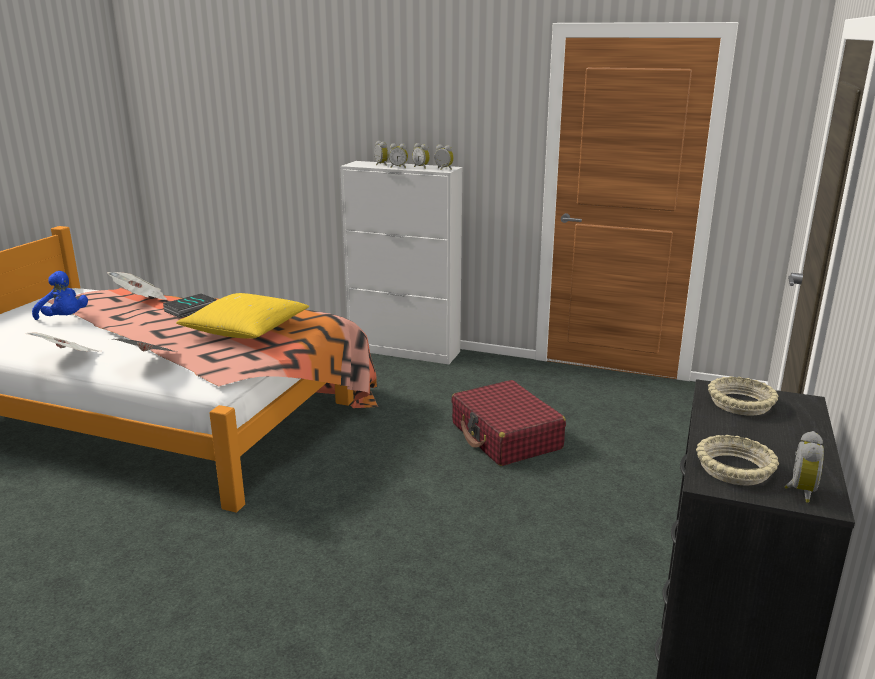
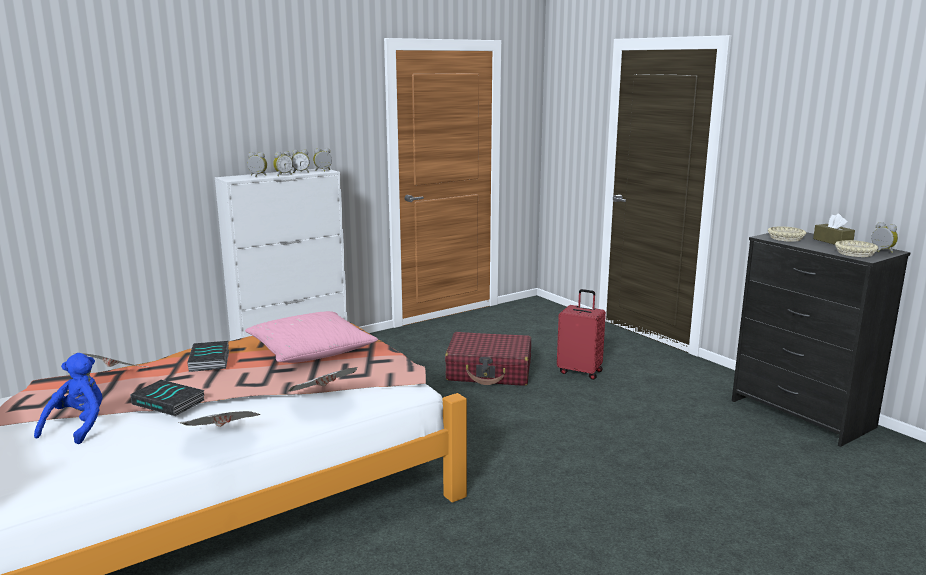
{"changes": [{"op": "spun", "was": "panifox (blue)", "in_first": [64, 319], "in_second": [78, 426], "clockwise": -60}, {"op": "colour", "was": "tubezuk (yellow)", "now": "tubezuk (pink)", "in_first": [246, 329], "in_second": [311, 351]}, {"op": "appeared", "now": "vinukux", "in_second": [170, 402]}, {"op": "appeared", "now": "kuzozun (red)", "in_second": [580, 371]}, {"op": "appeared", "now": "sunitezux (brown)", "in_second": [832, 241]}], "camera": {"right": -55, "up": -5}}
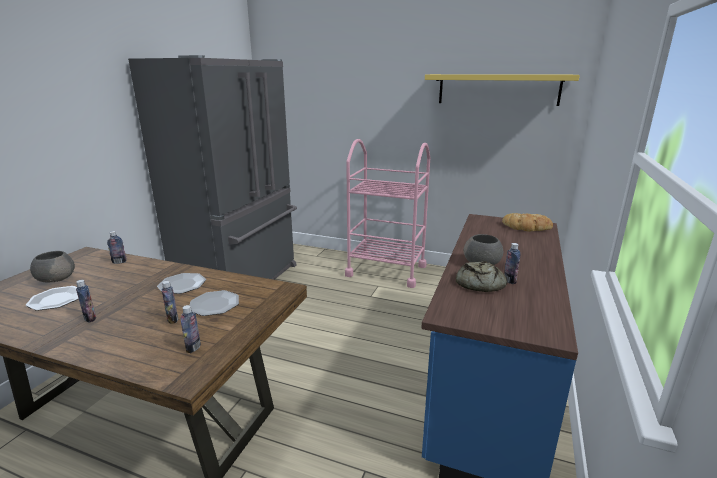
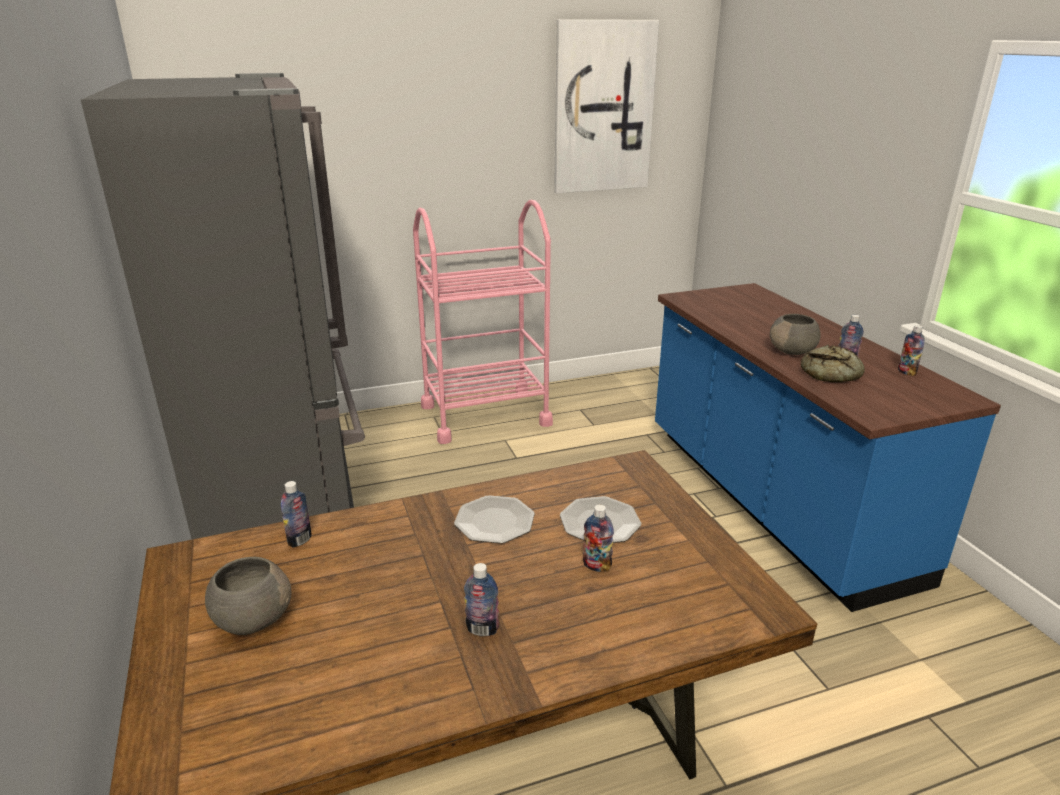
{"changes": [{"op": "missing", "was": "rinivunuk", "in_first": [56, 299]}, {"op": "relocated", "was": "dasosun", "in_first": [193, 348], "in_second": [906, 372]}, {"op": "exchanged", "was": "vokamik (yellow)", "now": "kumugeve", "in_first": [498, 89], "in_second": [603, 108]}, {"op": "missing", "was": "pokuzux", "in_first": [527, 227]}], "camera": {"right": -40, "up": 5}}
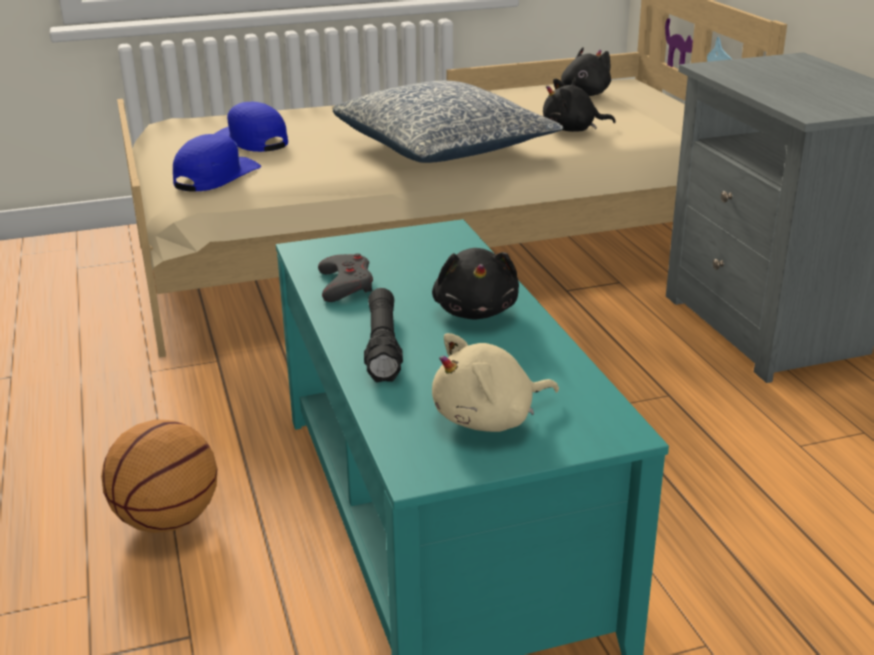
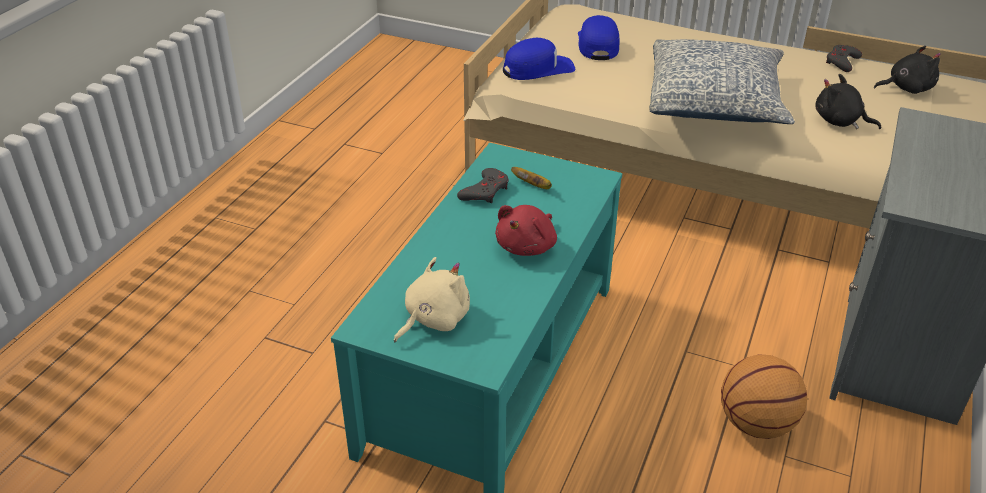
{"changes": [{"op": "relocated", "was": "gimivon", "in_first": [167, 521], "in_second": [756, 424]}, {"op": "missing", "was": "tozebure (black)", "in_first": [383, 346]}, {"op": "colour", "was": "panifox (black)", "now": "panifox (red)", "in_first": [476, 311], "in_second": [527, 246]}, {"op": "spun", "was": "panifox (beige)", "in_first": [489, 419], "in_second": [433, 319], "clockwise": 120}, {"op": "appeared", "now": "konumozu", "in_second": [533, 185]}, {"op": "appeared", "now": "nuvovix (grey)", "in_second": [842, 62]}], "camera": {"right": 40, "up": 10}}
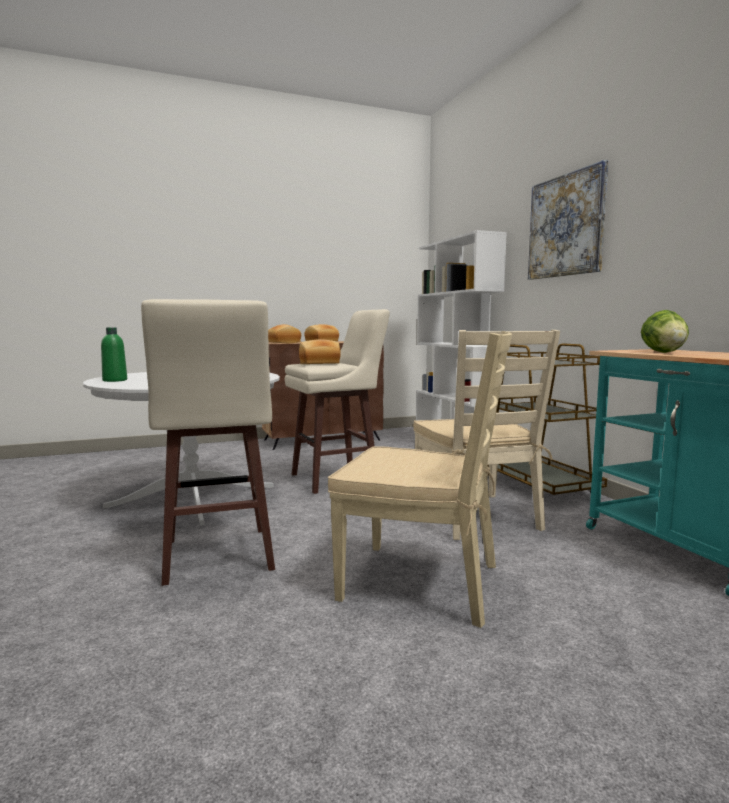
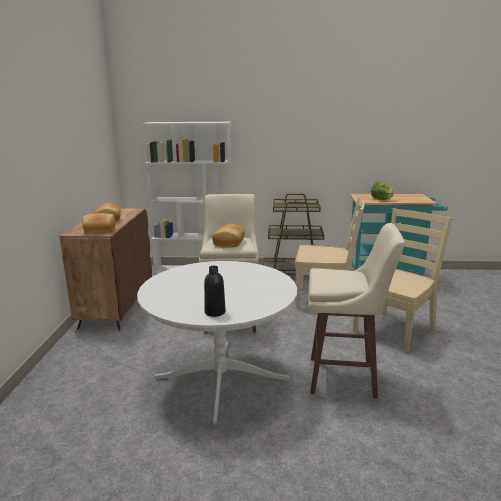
{"changes": [{"op": "colour", "was": "dasosun (green)", "now": "dasosun (black)", "in_first": [115, 380], "in_second": [215, 312]}, {"op": "missing", "was": "kumugeve", "in_first": [566, 226]}], "camera": {"right": -65, "up": 10}}
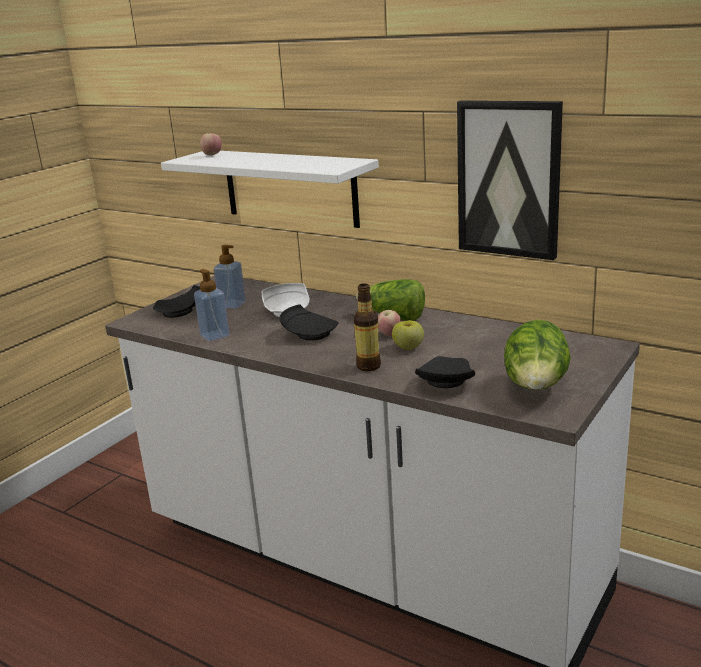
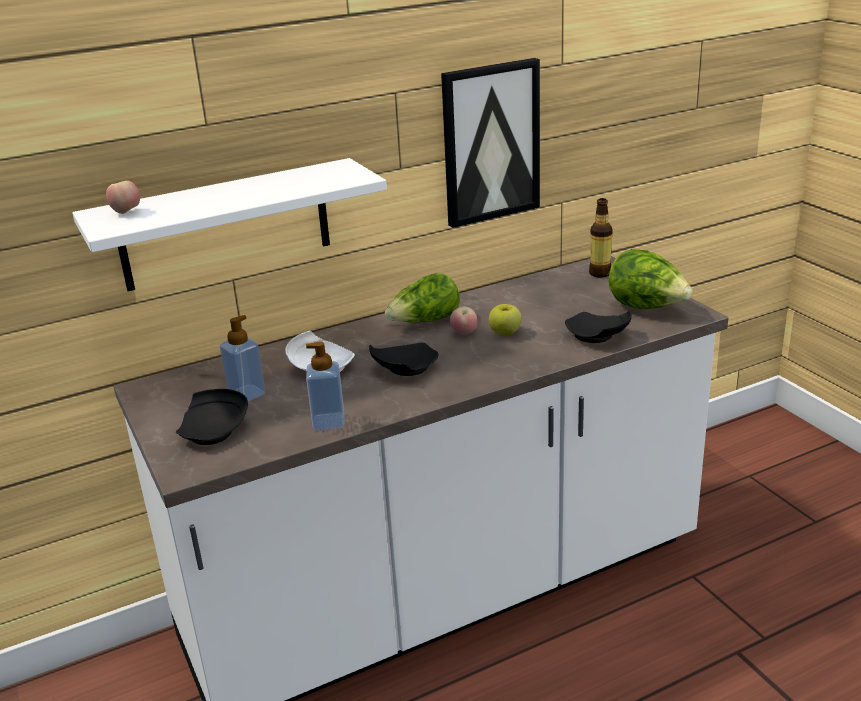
{"changes": [{"op": "relocated", "was": "dasosun", "in_first": [368, 366], "in_second": [600, 273]}], "camera": {"right": -60, "up": 5}}
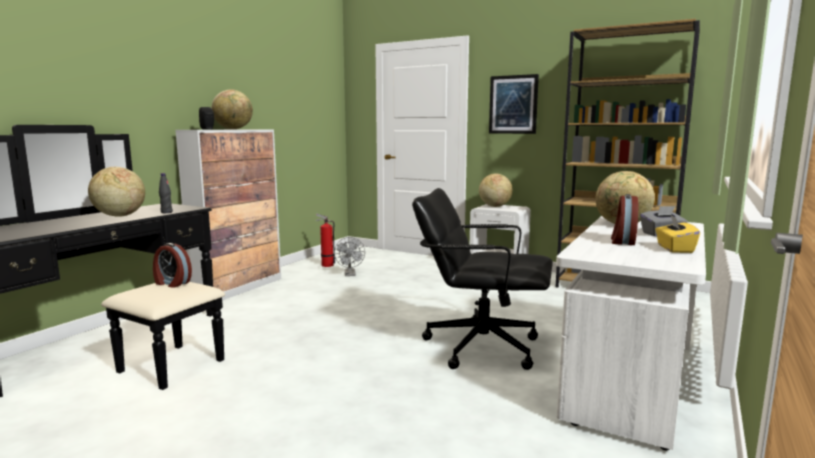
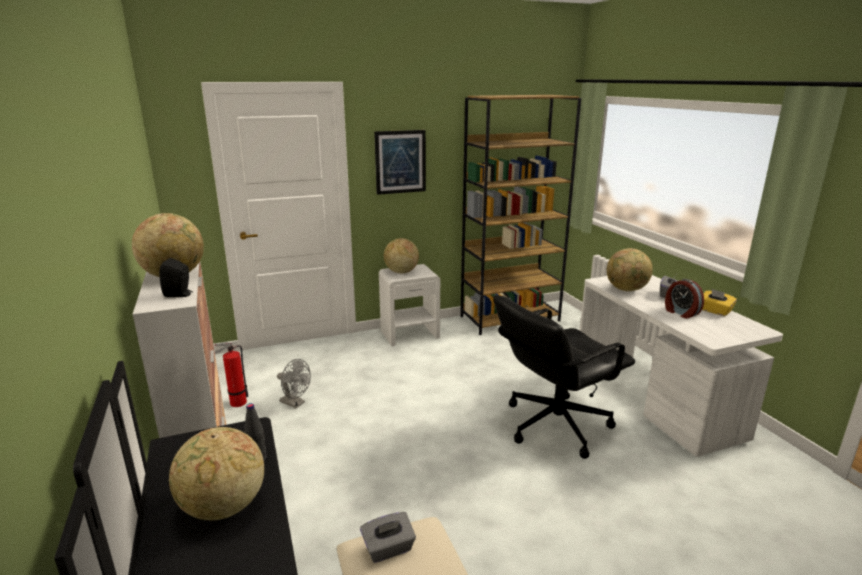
{"changes": [{"op": "exchanged", "was": "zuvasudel", "now": "sunitezux (grey)", "in_first": [172, 283], "in_second": [388, 549]}], "camera": {"right": -50, "up": 10}}
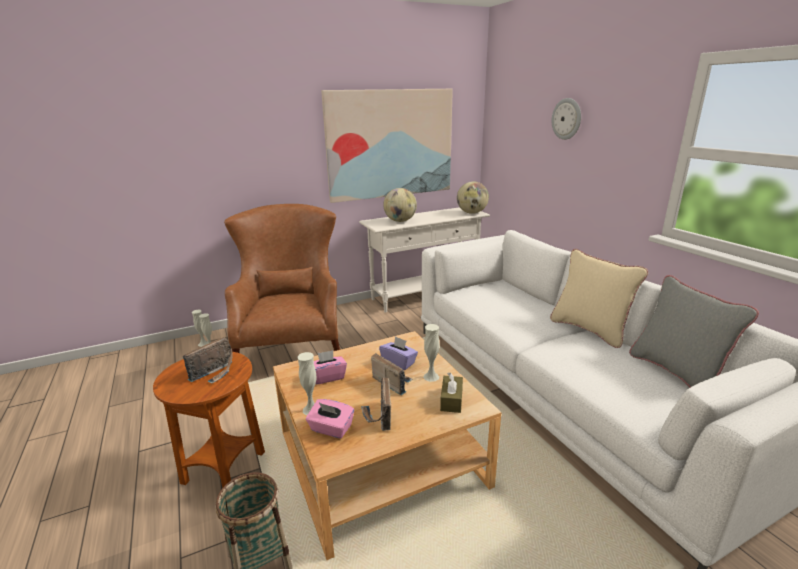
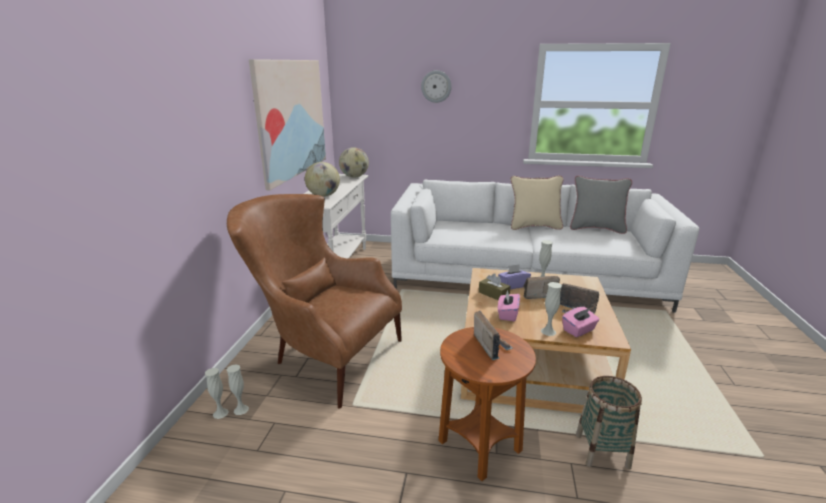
{"changes": [{"op": "relocated", "was": "sunitezux (brown)", "in_first": [451, 400], "in_second": [493, 294]}], "camera": {"right": -55, "up": 0}}
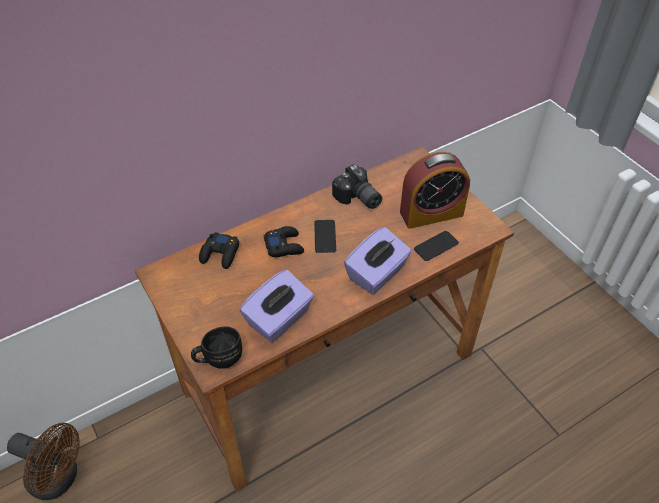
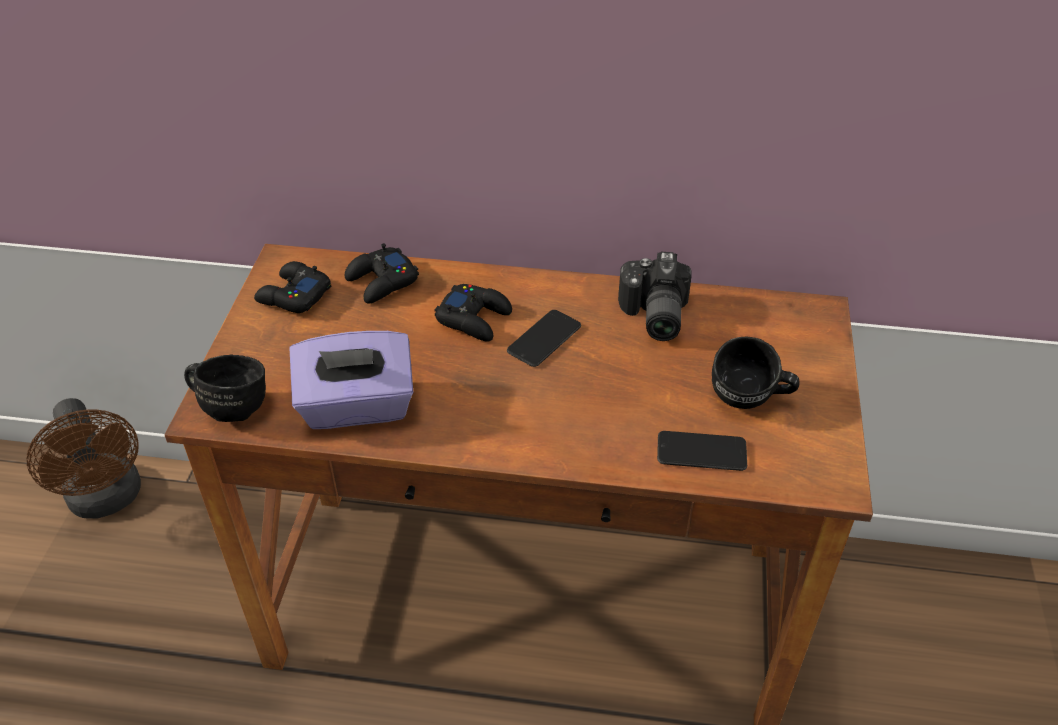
{"changes": [{"op": "missing", "was": "sunitezux (purple)", "in_first": [377, 274]}, {"op": "exchanged", "was": "zuvasudel", "now": "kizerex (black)", "in_first": [431, 213], "in_second": [749, 400]}, {"op": "appeared", "now": "nuvovix (black)", "in_second": [293, 295]}], "camera": {"right": 40, "up": -5}}
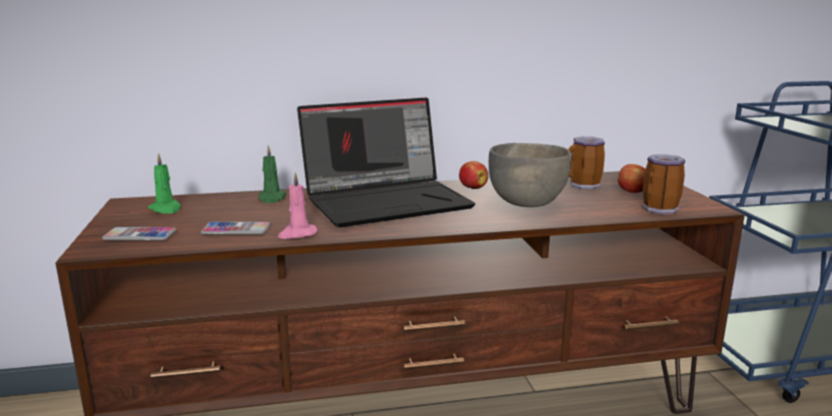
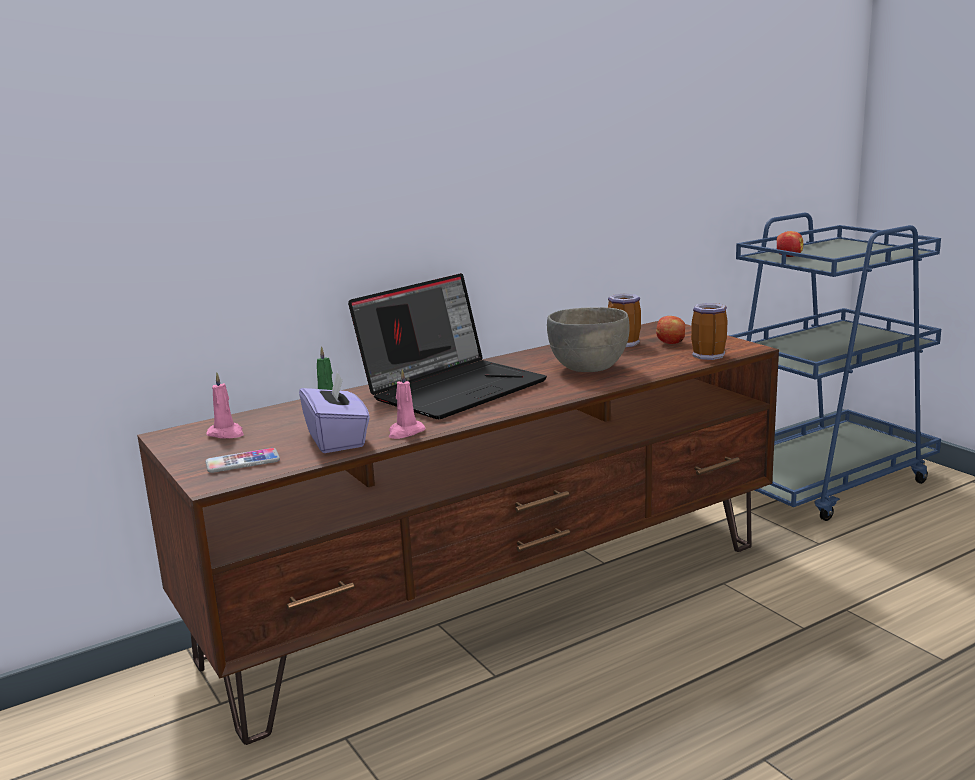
{"changes": [{"op": "colour", "was": "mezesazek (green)", "now": "mezesazek (pink)", "in_first": [166, 209], "in_second": [226, 434]}, {"op": "exchanged", "was": "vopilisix", "now": "sunitezux (purple)", "in_first": [236, 230], "in_second": [337, 439]}, {"op": "relocated", "was": "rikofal", "in_first": [472, 188], "in_second": [788, 256]}], "camera": {"right": -20, "up": 0}}
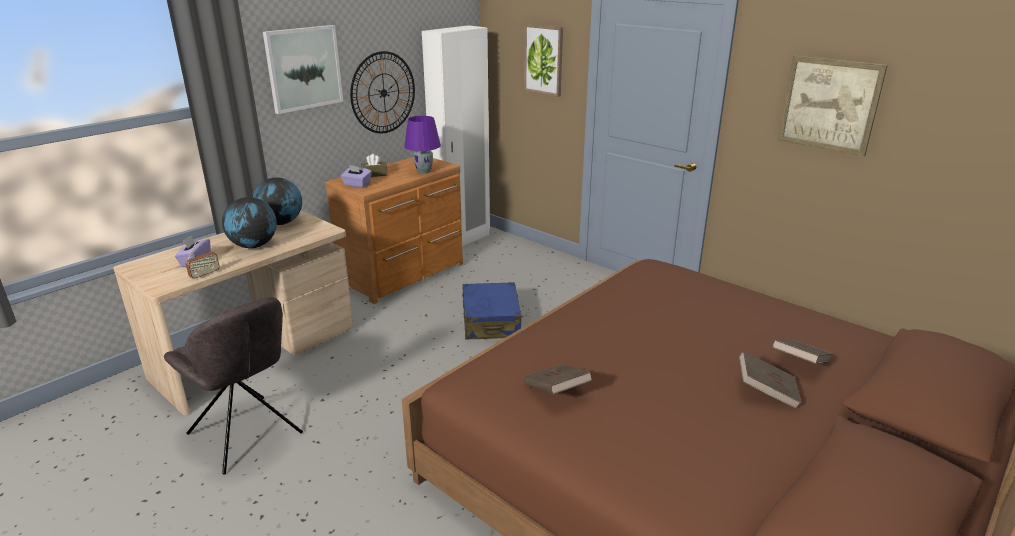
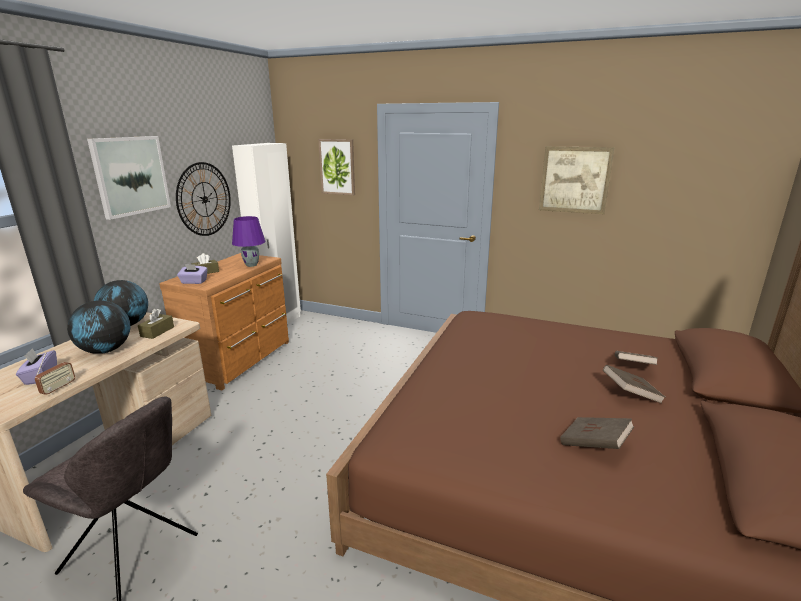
{"changes": [{"op": "missing", "was": "kuzozun (blue)", "in_first": [491, 322]}, {"op": "relocated", "was": "vinukux (brown)", "in_first": [556, 391], "in_second": [594, 445]}, {"op": "appeared", "now": "sunitezux (brown)", "in_second": [157, 331]}], "camera": {"right": -20, "up": -5}}
